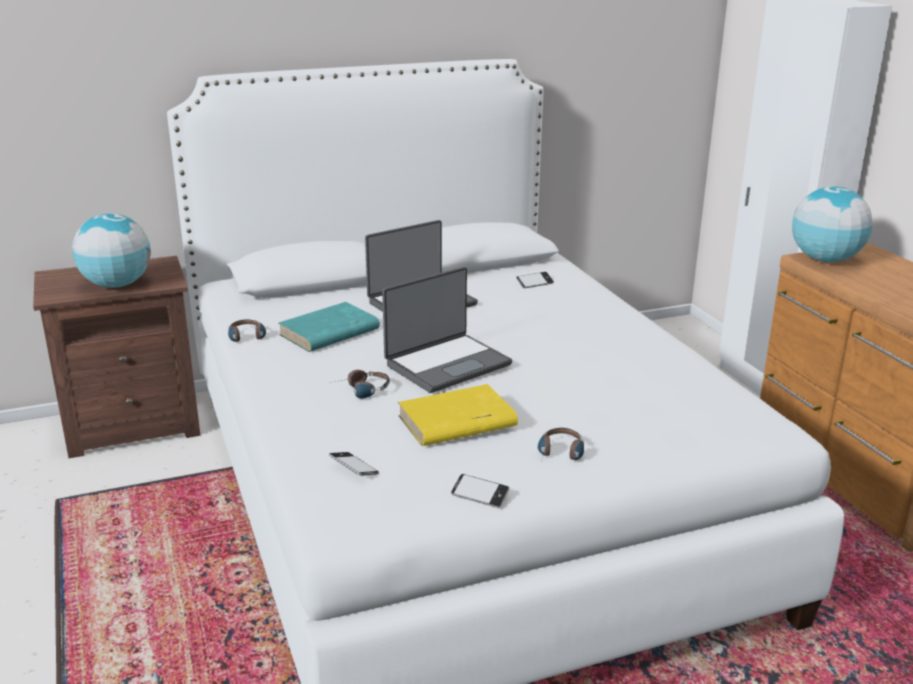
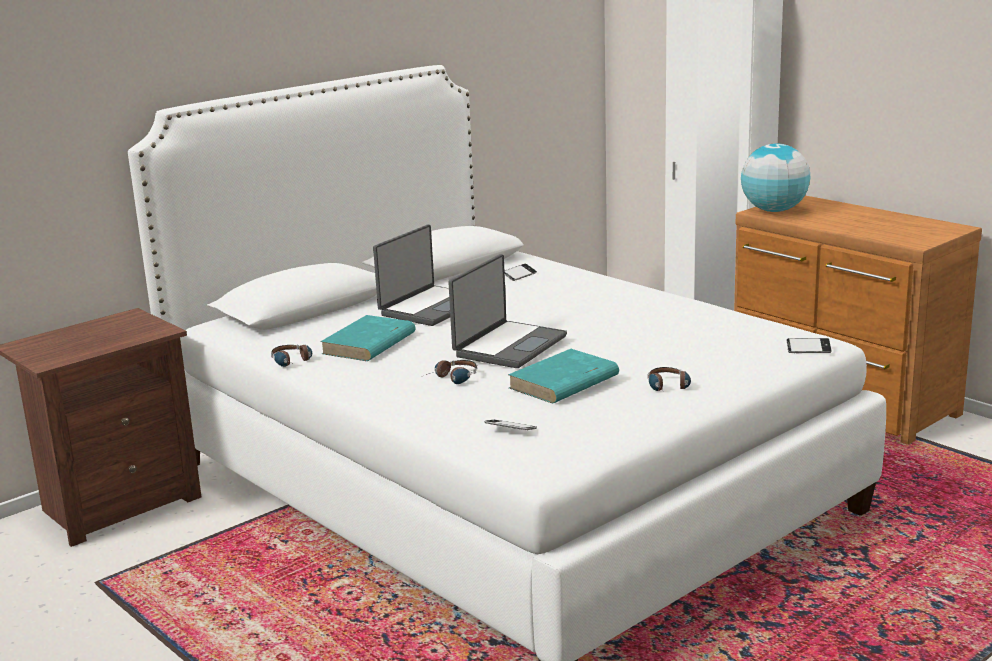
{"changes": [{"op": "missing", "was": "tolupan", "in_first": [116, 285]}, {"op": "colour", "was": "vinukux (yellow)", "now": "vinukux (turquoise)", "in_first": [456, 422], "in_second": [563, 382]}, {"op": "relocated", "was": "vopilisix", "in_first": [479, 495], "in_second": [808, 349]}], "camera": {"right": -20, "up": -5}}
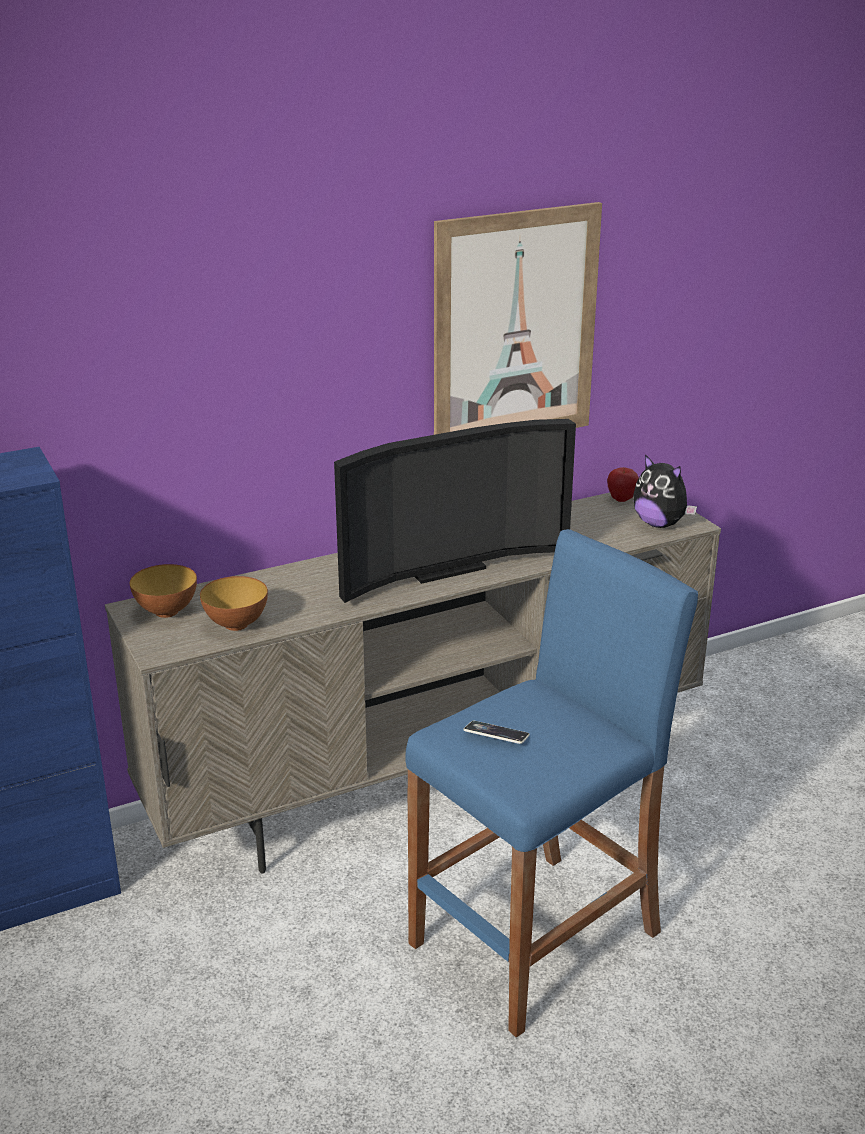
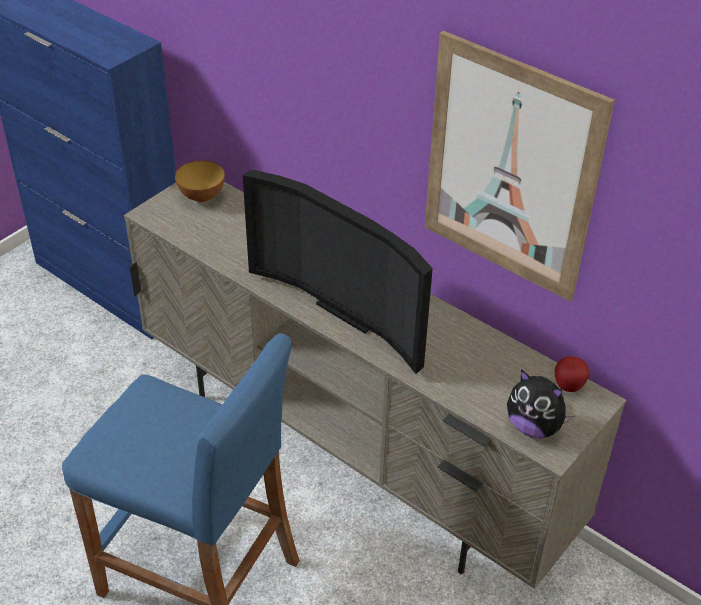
{"changes": [{"op": "missing", "was": "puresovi", "in_first": [236, 624]}, {"op": "missing", "was": "vopilisix", "in_first": [496, 736]}, {"op": "spun", "was": "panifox", "in_first": [660, 524], "in_second": [534, 427], "clockwise": -75}], "camera": {"right": 65, "up": 15}}
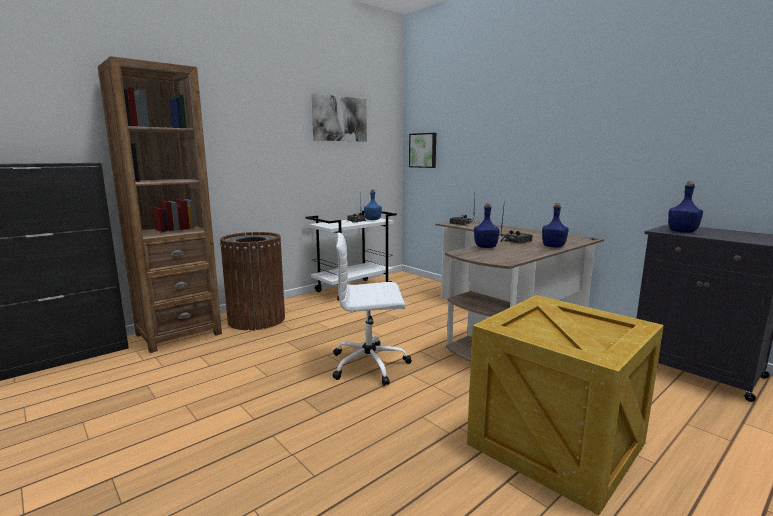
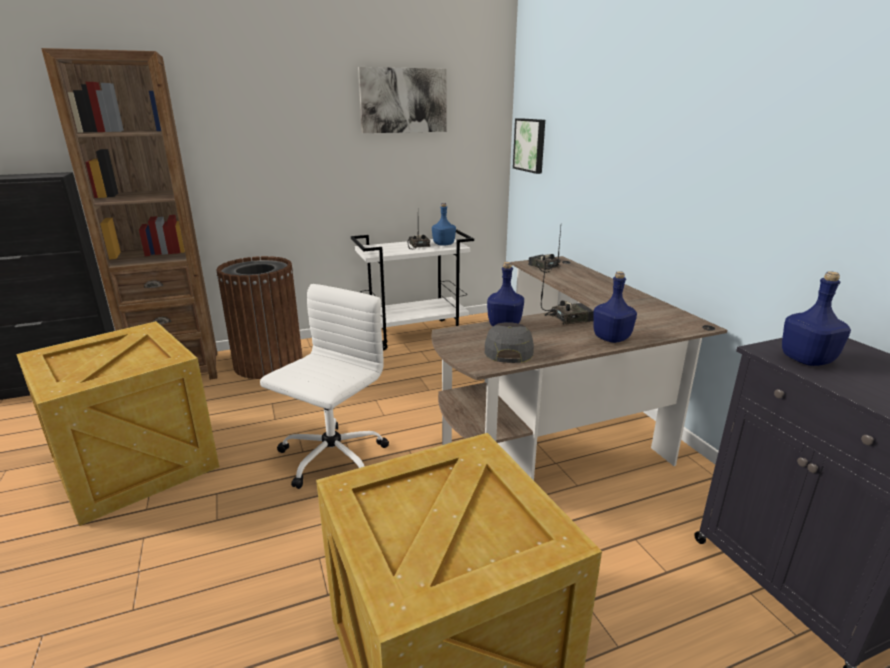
{"changes": [{"op": "spun", "was": "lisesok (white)", "in_first": [370, 364], "in_second": [331, 459], "clockwise": 105}, {"op": "appeared", "now": "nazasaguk", "in_second": [137, 462]}, {"op": "appeared", "now": "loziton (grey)", "in_second": [508, 350]}], "camera": {"right": 20, "up": 10}}
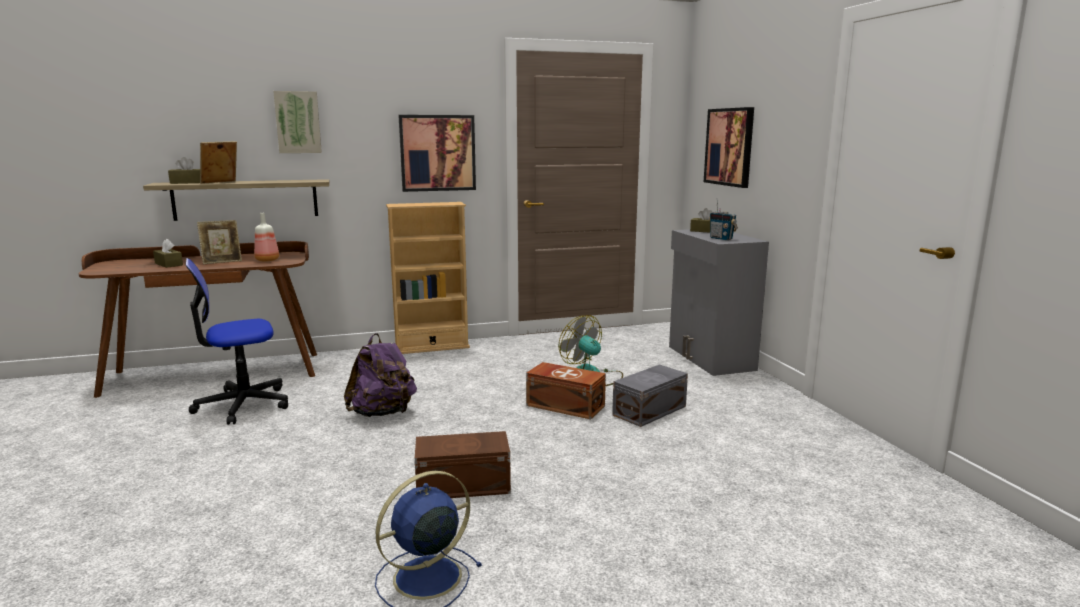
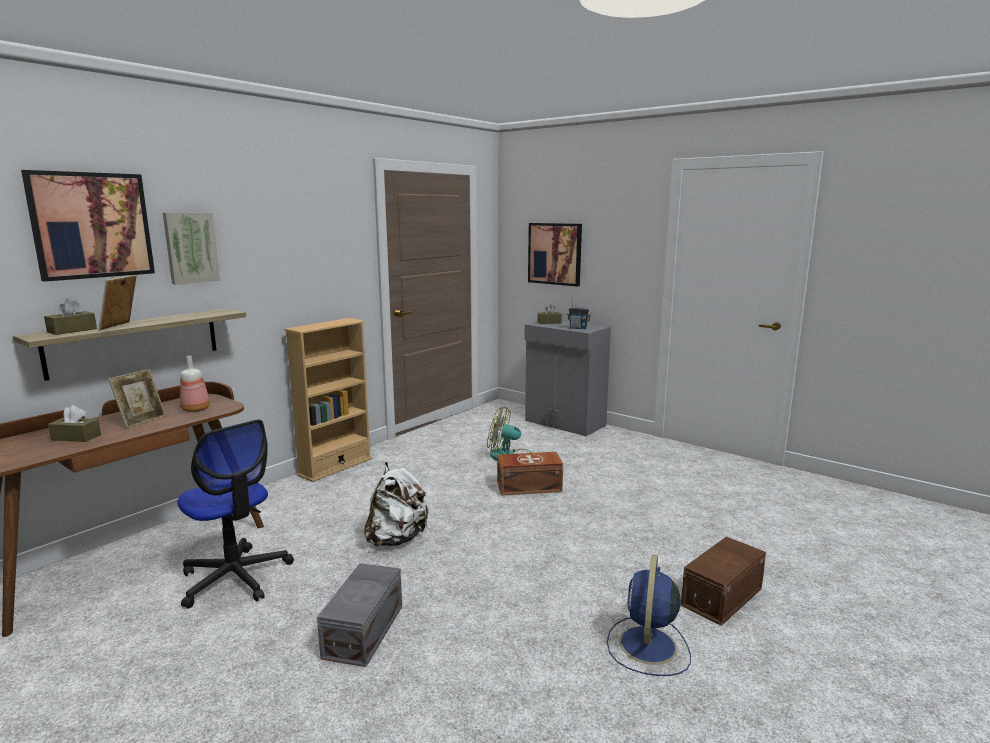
{"changes": [{"op": "spun", "was": "lisesok", "in_first": [243, 404], "in_second": [235, 578], "clockwise": -75}, {"op": "colour", "was": "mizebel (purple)", "now": "mizebel (white)", "in_first": [383, 413], "in_second": [397, 539]}, {"op": "relocated", "was": "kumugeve", "in_first": [437, 153], "in_second": [91, 225]}, {"op": "relocated", "was": "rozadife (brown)", "in_first": [464, 485], "in_second": [723, 597]}, {"op": "relocated", "was": "rozadife (grey)", "in_first": [651, 410], "in_second": [365, 630]}], "camera": {"right": -35, "up": 0}}
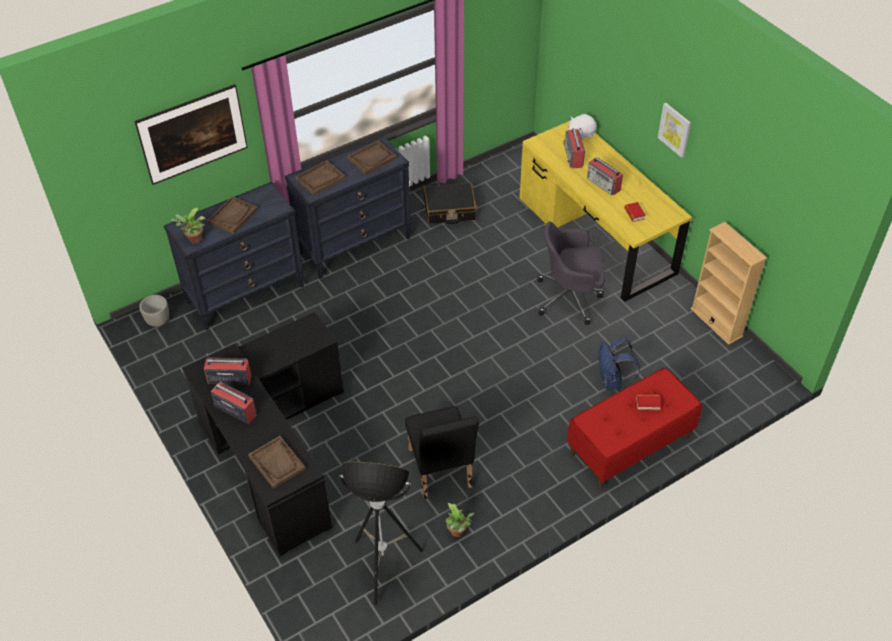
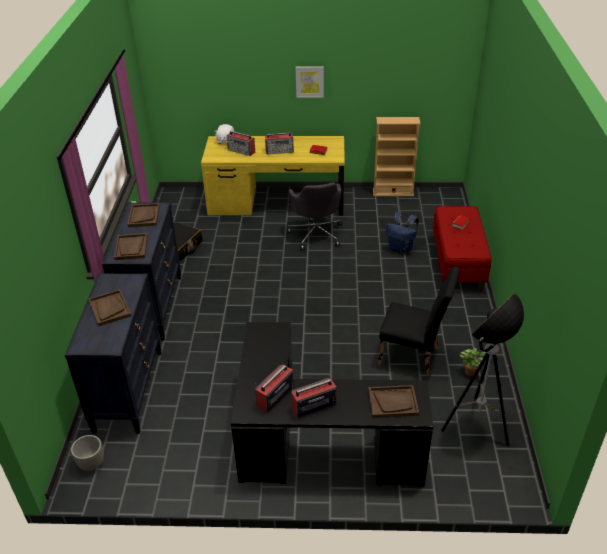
{"changes": [{"op": "missing", "was": "kumugeve", "in_first": [196, 149]}, {"op": "missing", "was": "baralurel", "in_first": [194, 240]}, {"op": "spun", "was": "lisesok (grey)", "in_first": [570, 297], "in_second": [316, 234], "clockwise": -45}], "camera": {"right": -55, "up": -10}}
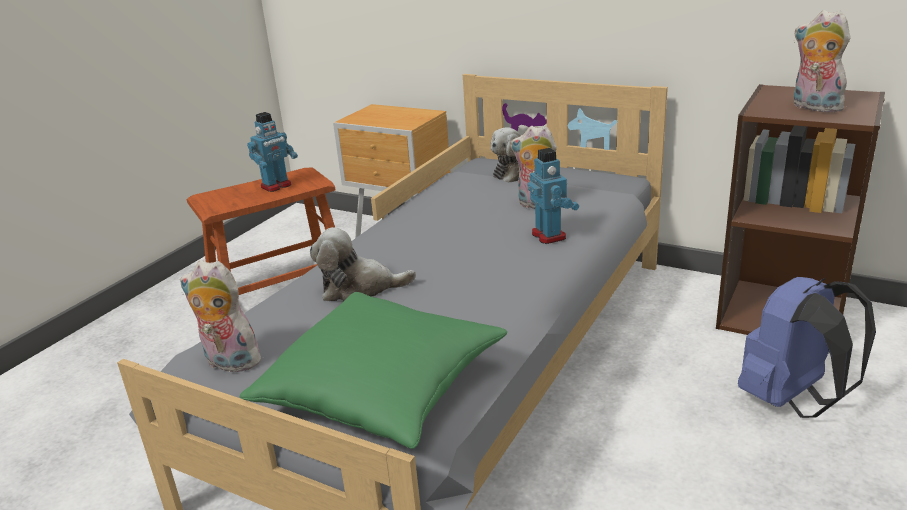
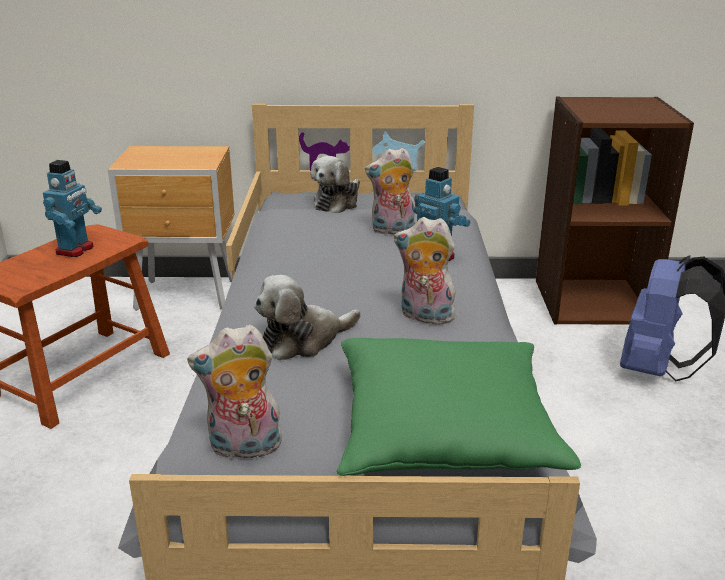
{"changes": [{"op": "relocated", "was": "panifox", "in_first": [813, 107], "in_second": [424, 317]}], "camera": {"right": -30, "up": 0}}
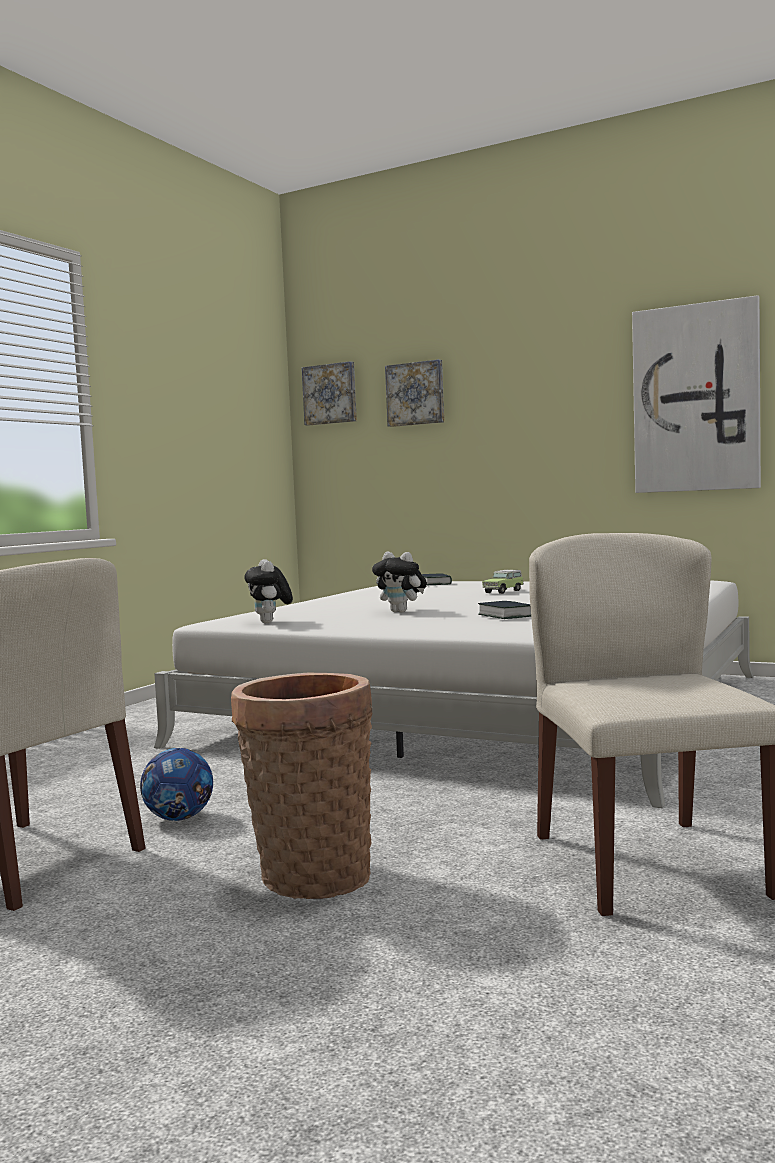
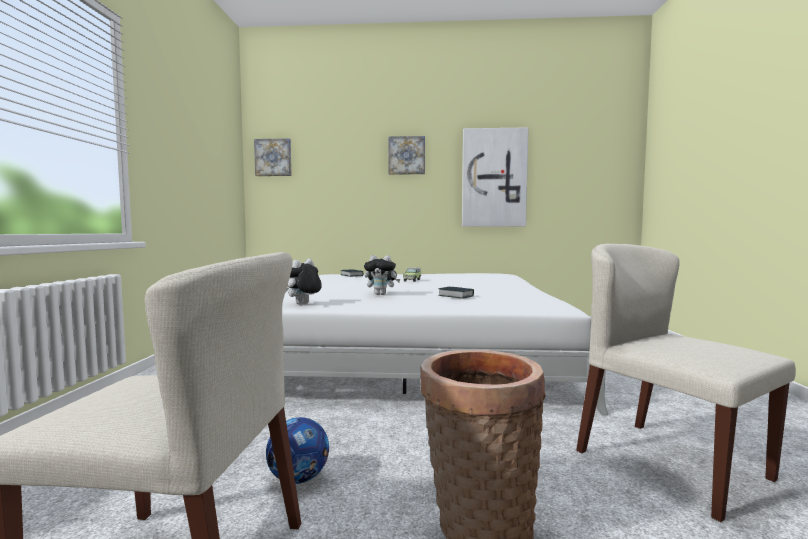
{"changes": [{"op": "spun", "was": "panifox", "in_first": [270, 622], "in_second": [303, 304], "clockwise": 75}, {"op": "relocated", "was": "kumugeve", "in_first": [416, 394], "in_second": [406, 155]}], "camera": {"right": -25, "up": 0}}
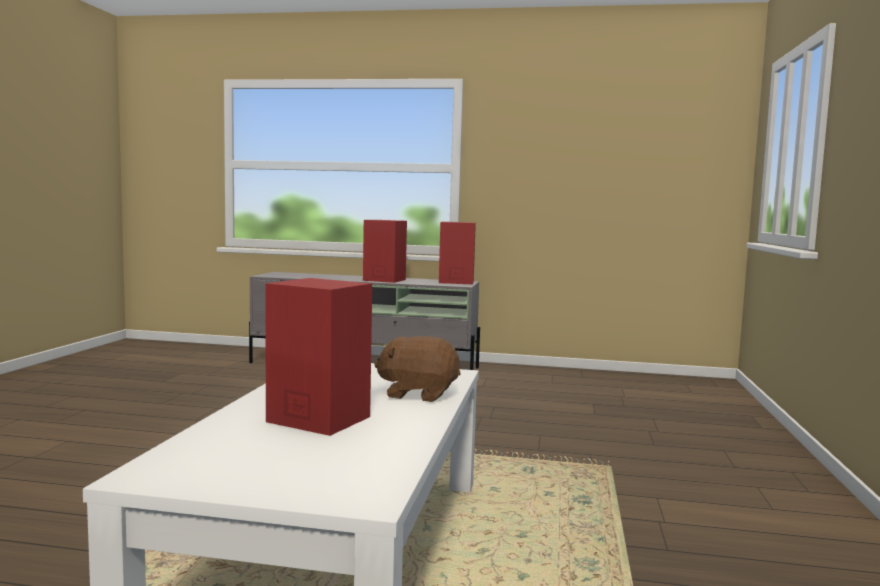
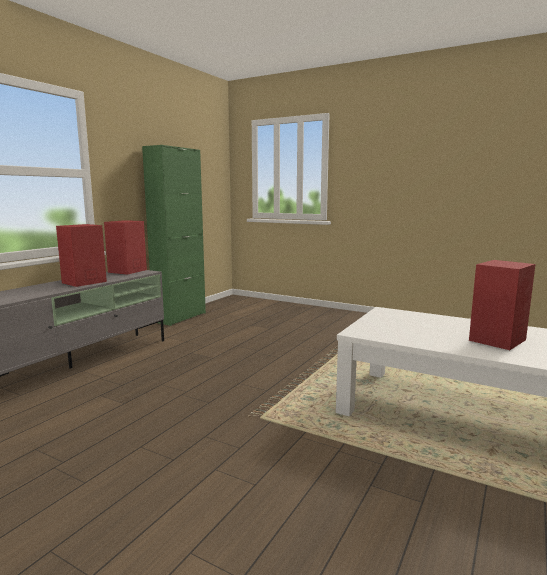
{"changes": [{"op": "missing", "was": "panifox (brown)", "in_first": [418, 394]}, {"op": "appeared", "now": "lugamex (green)", "in_second": [180, 317]}], "camera": {"right": -70, "up": 5}}
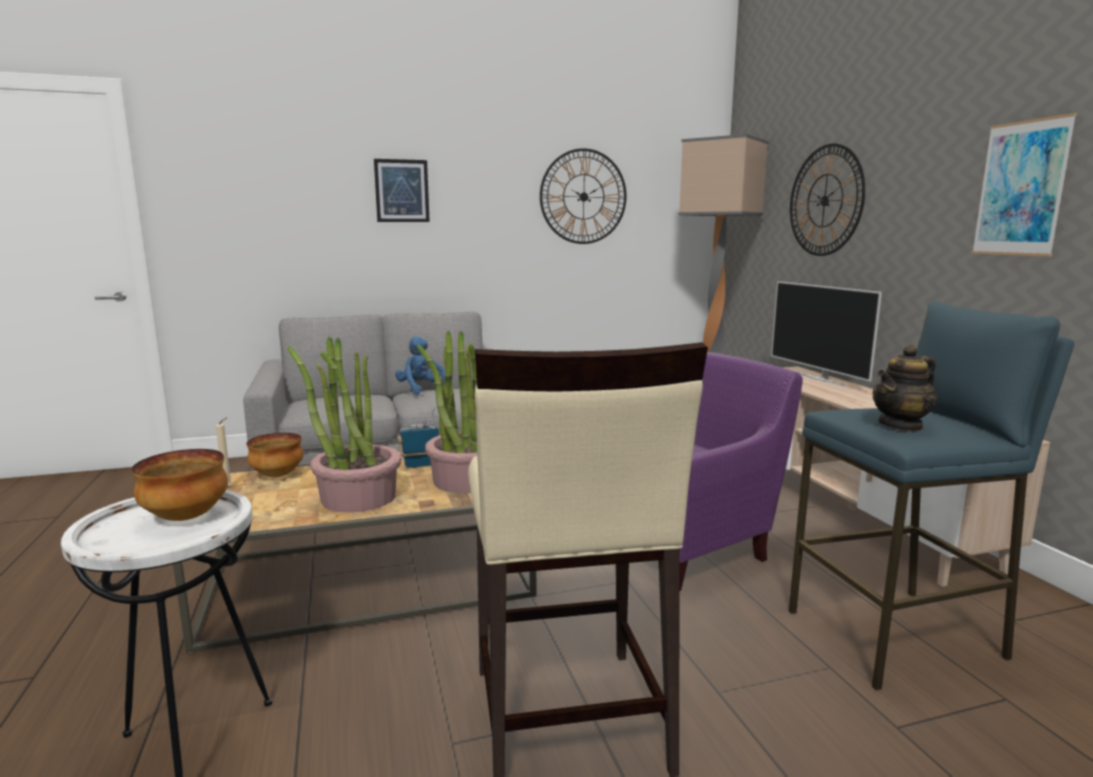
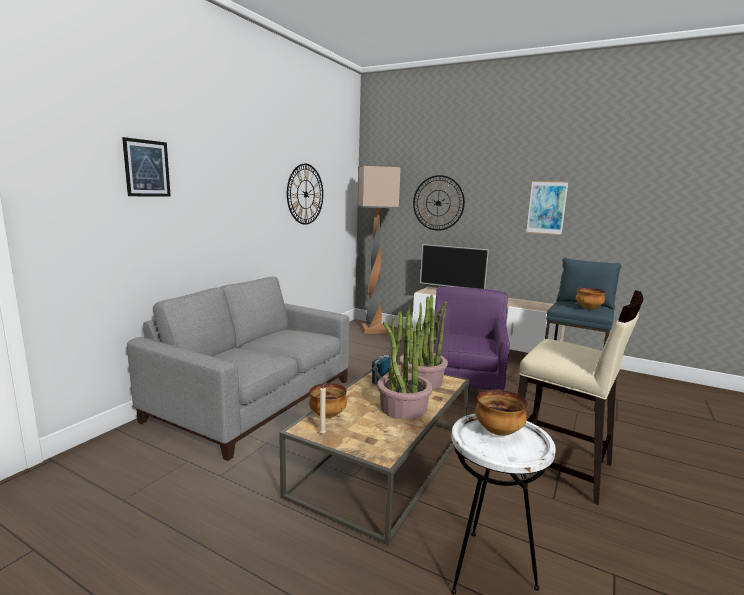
{"changes": [{"op": "relocated", "was": "kumugeve", "in_first": [402, 191], "in_second": [147, 168]}, {"op": "missing", "was": "panifox (blue)", "in_first": [421, 389]}, {"op": "exchanged", "was": "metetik", "now": "puresovi", "in_first": [901, 425], "in_second": [588, 309]}], "camera": {"right": -45, "up": 0}}
